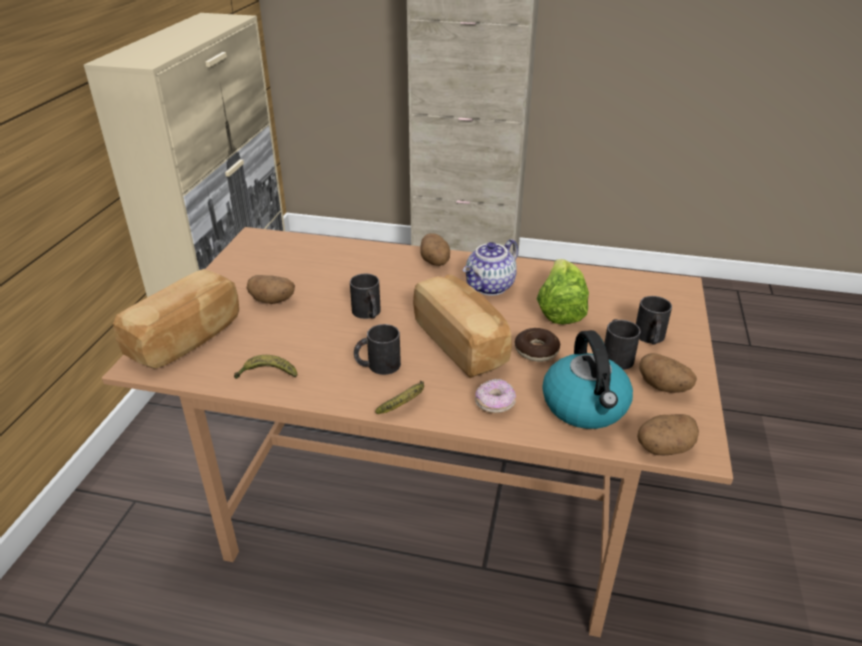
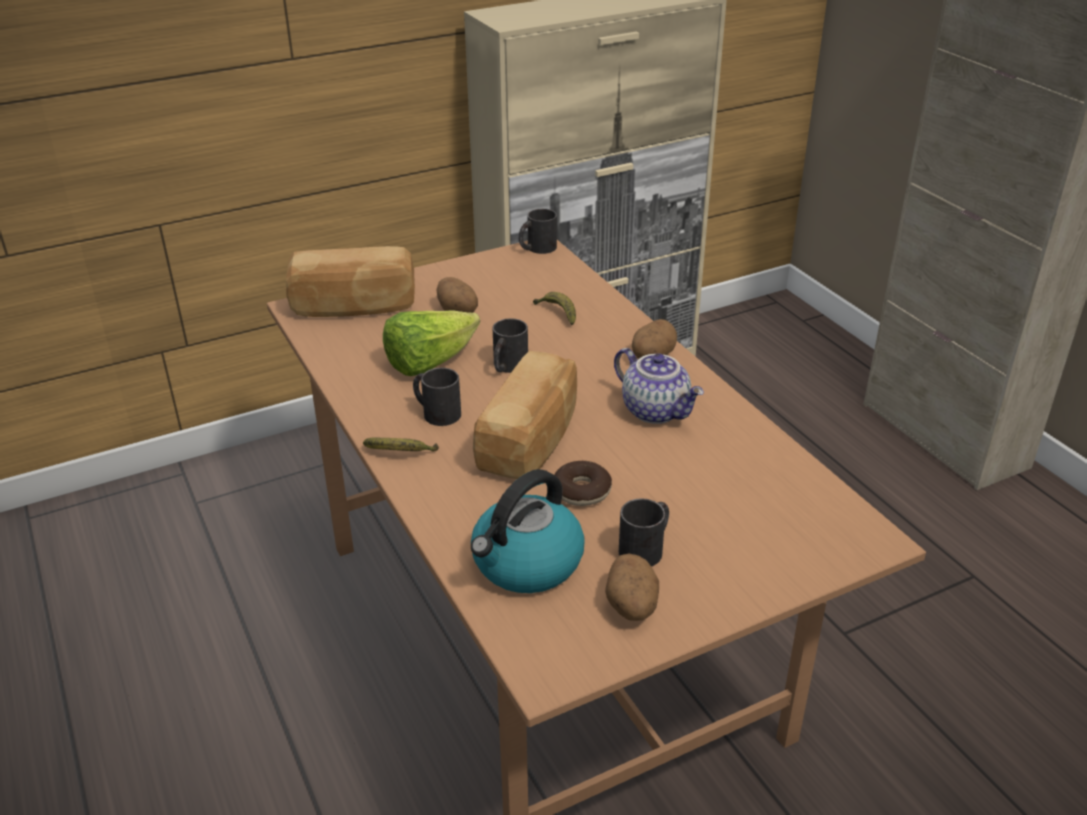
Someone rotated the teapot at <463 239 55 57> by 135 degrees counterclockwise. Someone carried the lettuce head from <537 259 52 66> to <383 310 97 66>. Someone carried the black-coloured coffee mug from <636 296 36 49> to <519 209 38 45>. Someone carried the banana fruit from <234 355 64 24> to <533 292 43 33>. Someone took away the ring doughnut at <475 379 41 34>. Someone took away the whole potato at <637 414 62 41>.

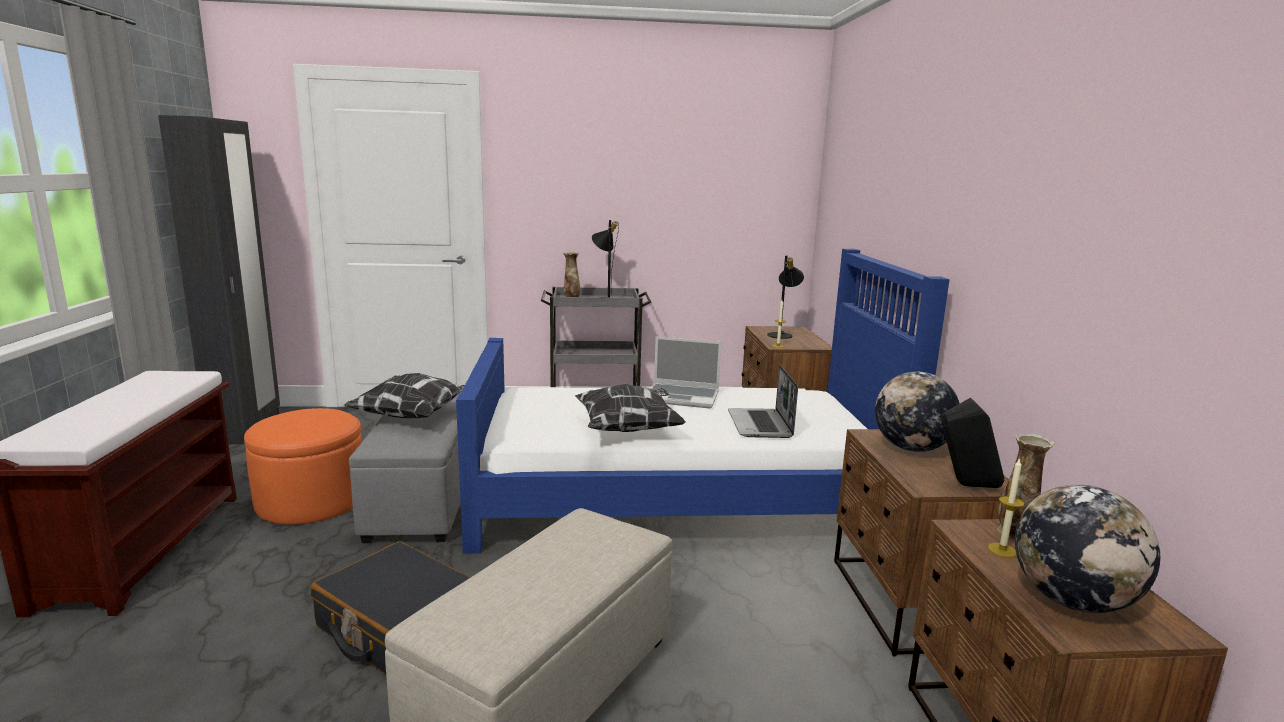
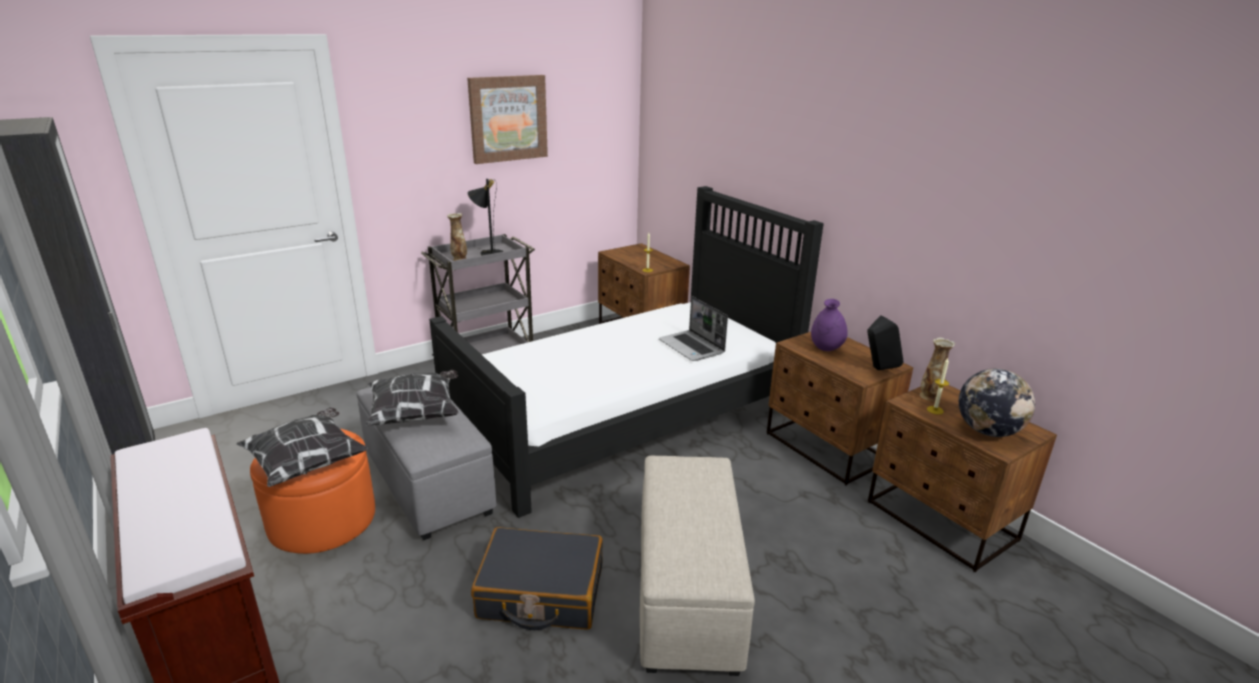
Someone repainted the blue bed at <456 249 494 305>, which became the black-coloured bed at <429 186 395 332>. Someone took away the black-coloured table lamp at <767 255 37 84>. Someone took away the laptop at <650 337 71 71>. Someone swapped the desk globe at <875 372 85 80> for the purplish decorative vase at <811 299 37 52>. Someone carried the pillow from <575 384 111 48> to <236 407 132 80>. Someone put up the picture at <467 75 81 89>.

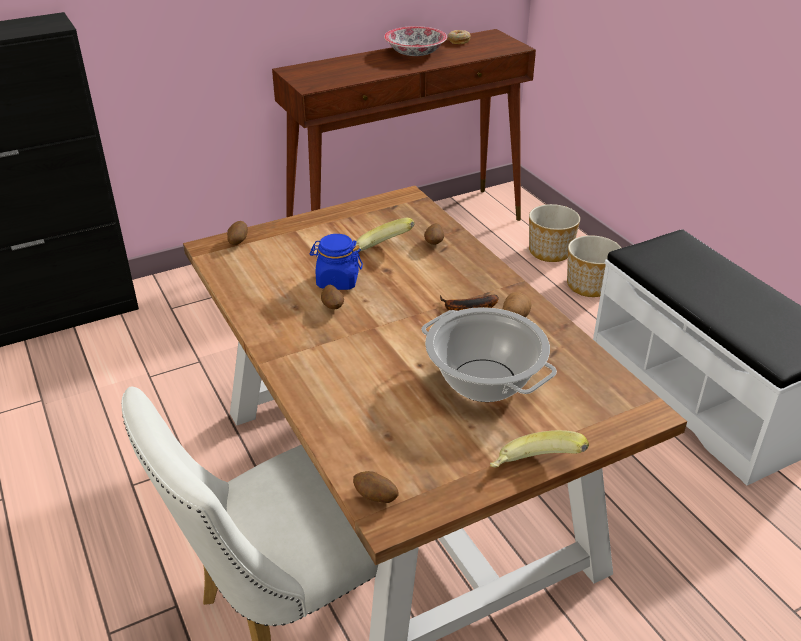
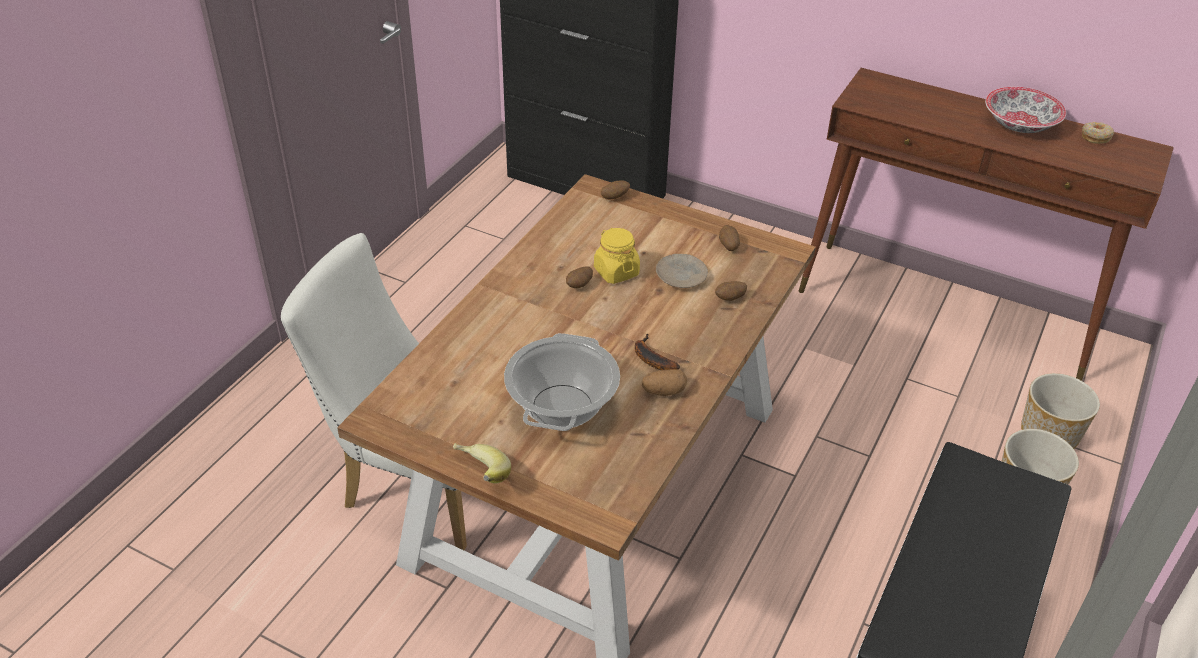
Someone swapped the banana fruit at <356 218 59 34> for the beige-coloured dinner plate at <656 254 52 34>. Someone repainted the blue jar at <310 234 53 56>, which became the yellowish jar at <594 228 46 56>. Someone carried the whole potato from <353 471 45 32> to <719 225 21 26>.

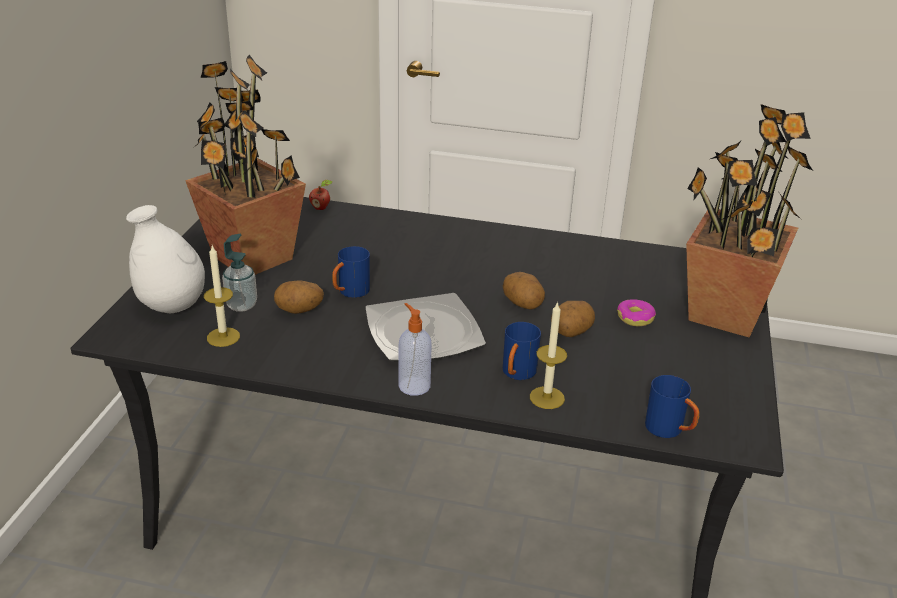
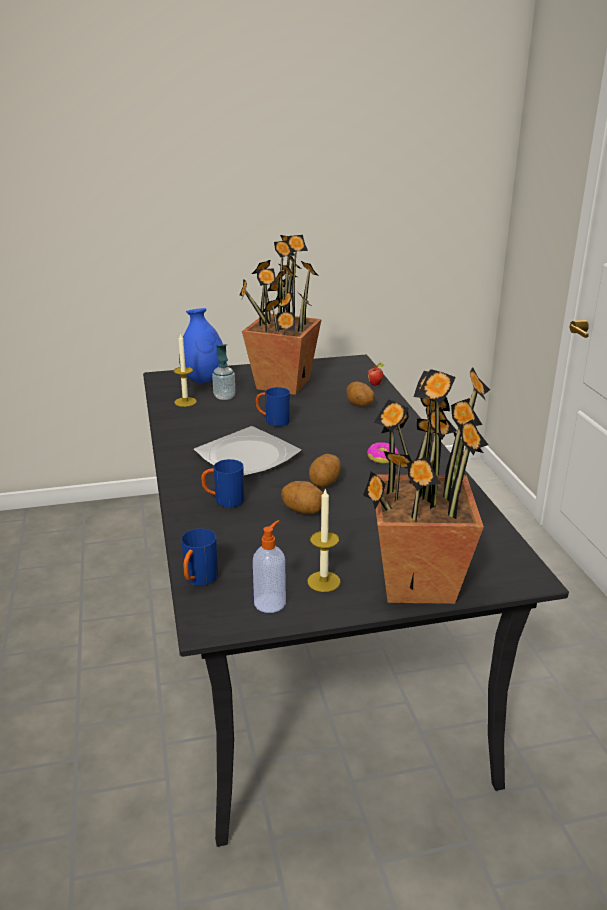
Someone repainted the white decorative vase at <126 205 79 108>, which became the blue decorative vase at <179 308 48 75>. Someone carried the whole potato from <274 280 50 34> to <346 382 29 25>. Someone carried the ring doughnut from <617 299 39 27> to <368 442 30 22>. Someone carried the wax candle from <530 301 37 108> to <308 488 32 104>. Someone carried the soap bottle from <399 303 33 93> to <253 520 33 93>.

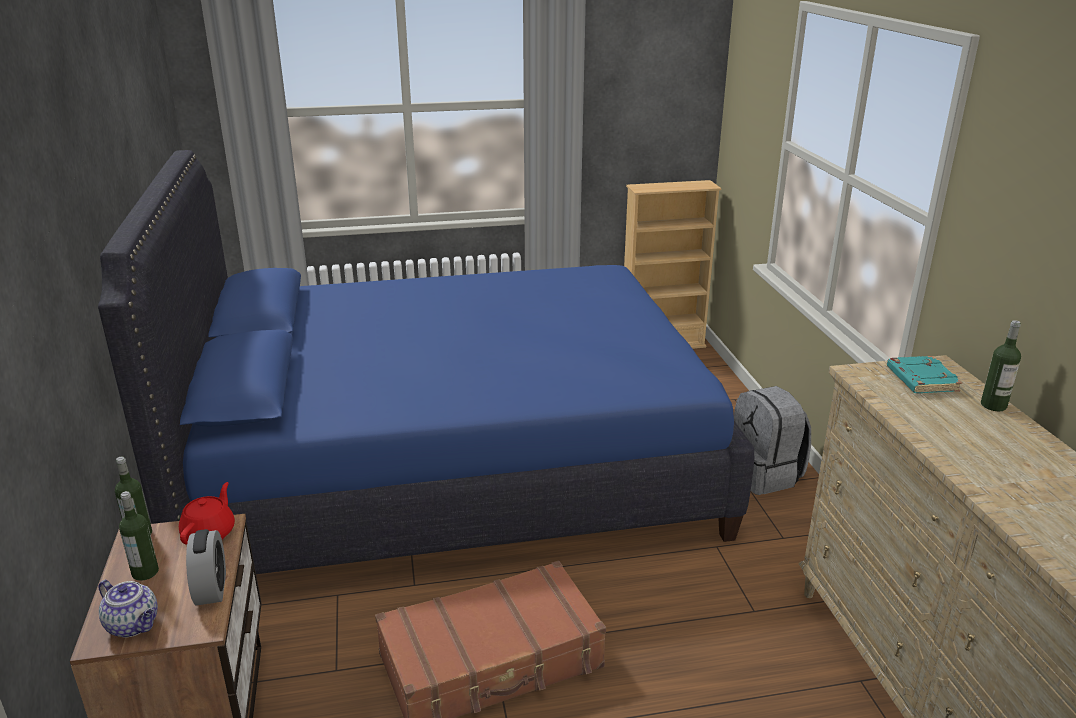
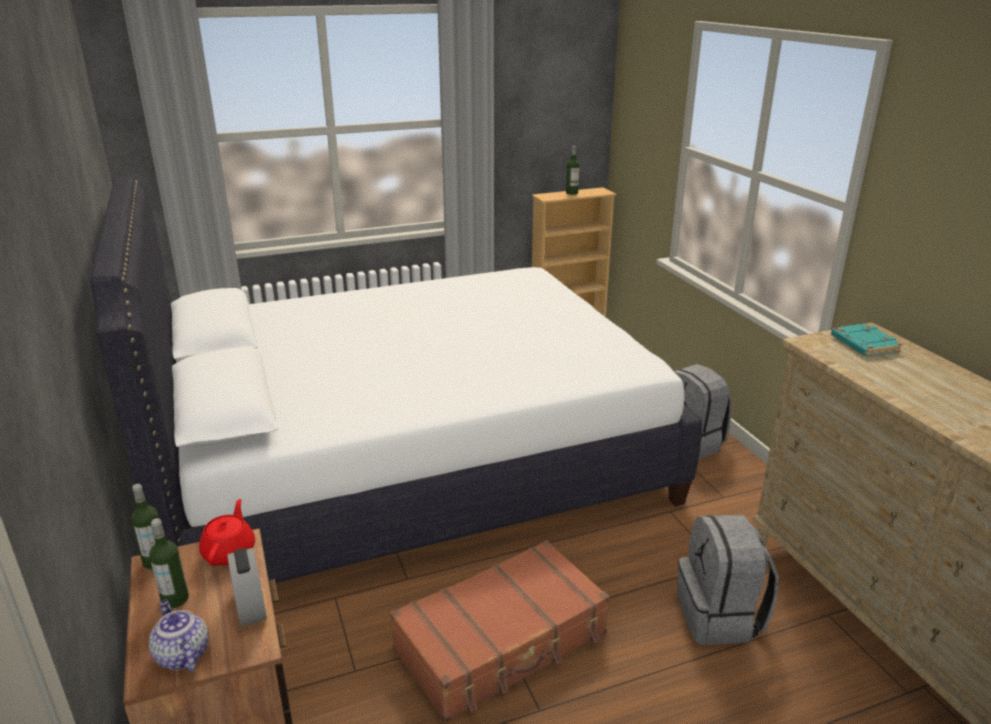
Someone repainted the blue bed at <98 150 656 424>, which became the white bed at <90 176 612 407>. Someone carried the bottle from <981 320 40 91> to <566 146 14 49>. Someone rotated the teapot at <99 580 59 58> by 150 degrees counterclockwise. Someone put down the grey rucksack at <677 515 102 130>.

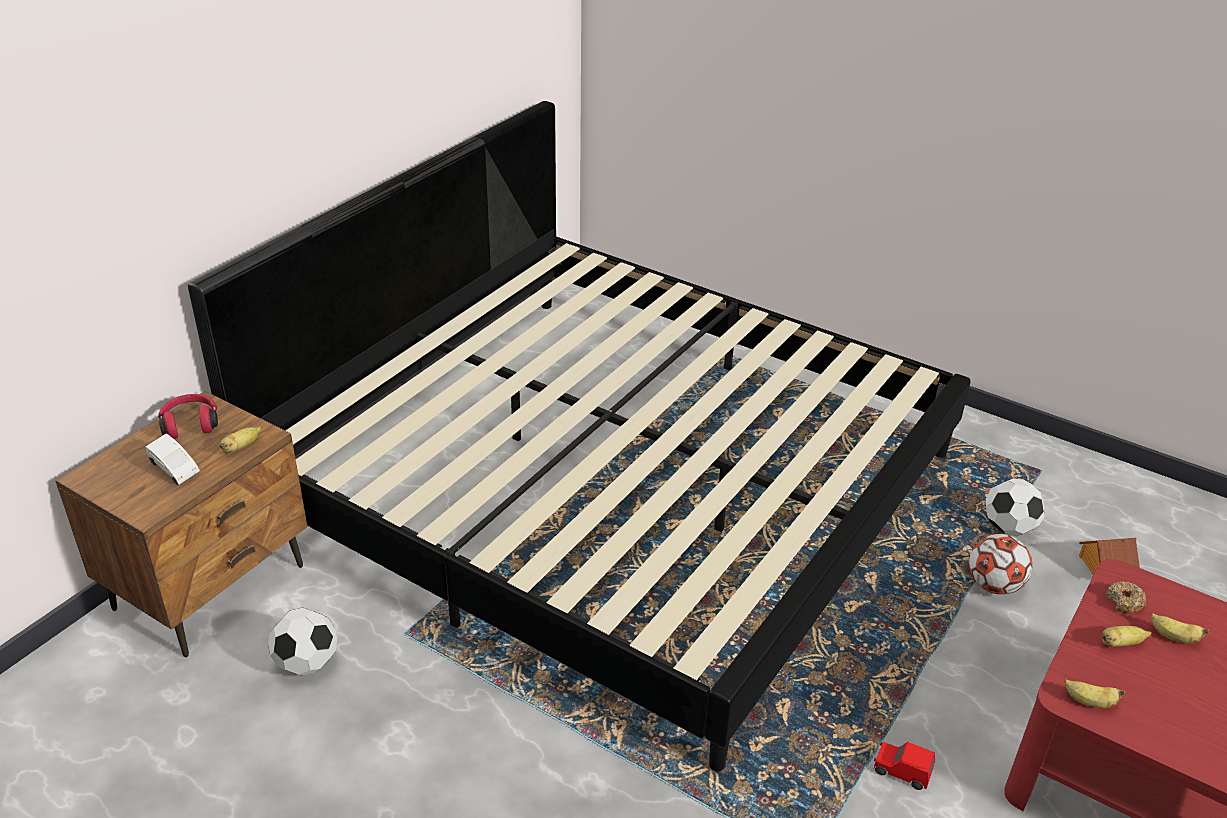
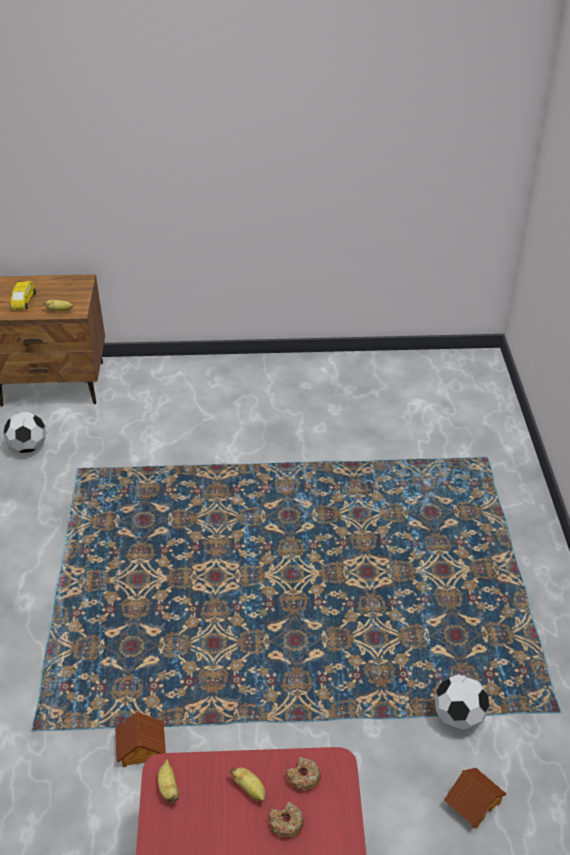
Someone took away the bed at <188 101 783 670>. Someone took away the reddish headset at <158 394 60 45>. Someone repainted the white miniature car at <145 433 55 52>, which became the yellowish miniature car at <10 281 26 29>. Someone took away the football at <969 534 64 61>. Someone swapped the banana fruit at <1151 613 58 31> for the ring doughnut at <269 802 35 36>. Someone swapped the reddish miniature car at <874 742 61 48> for the model house at <115 712 51 55>.

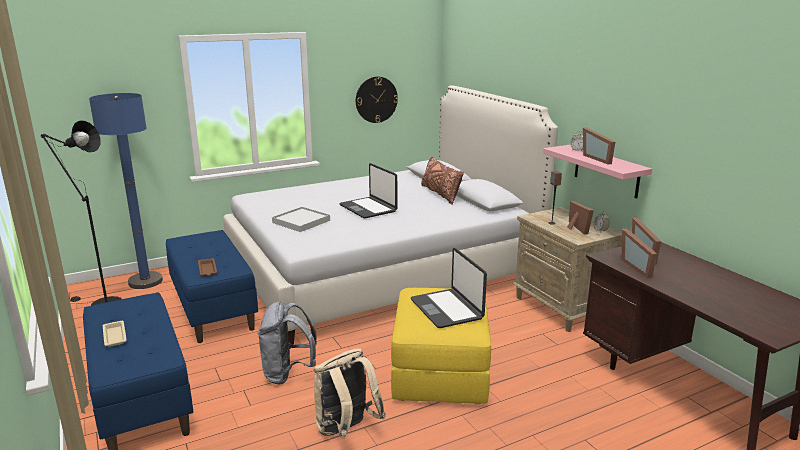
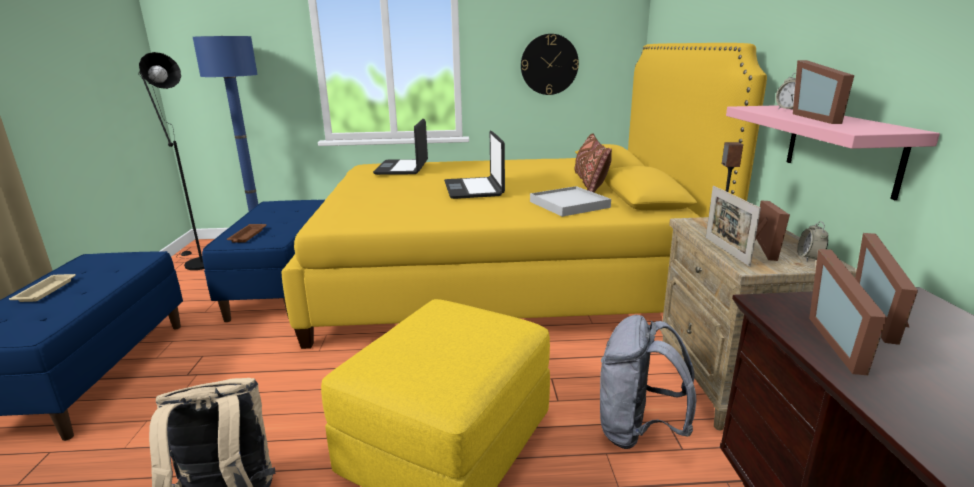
Someone repainted the white bed at <223 85 335 260>, which became the yellowish bed at <282 43 485 306>. Someone carried the white carrying tray from <272 207 58 25> to <530 186 81 31>. Someone carried the laptop from <411 248 76 80> to <373 119 55 56>. Someone carried the grey rucksack from <257 301 60 84> to <600 315 97 134>. Someone put down the standing frame at <706 186 55 81>.

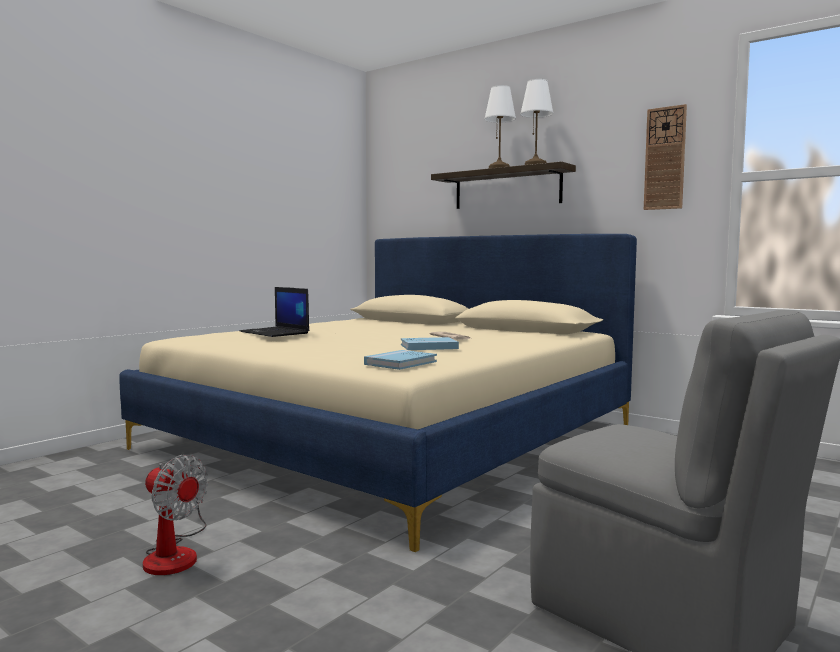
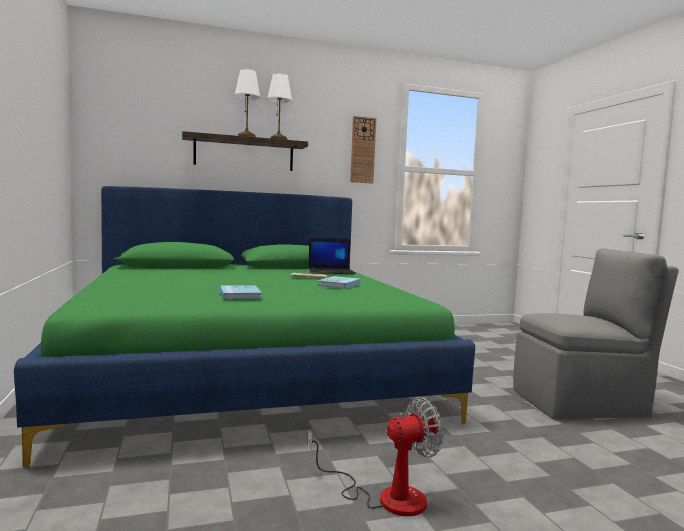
Someone repainted the beige-coloured bed at <119 234 518 318>, which became the greenish bed at <14 186 461 281>. Someone carried the laptop from <240 287 69 50> to <308 238 48 36>. Someone carried the blue volume from <364 350 73 20> to <220 285 42 15>.

